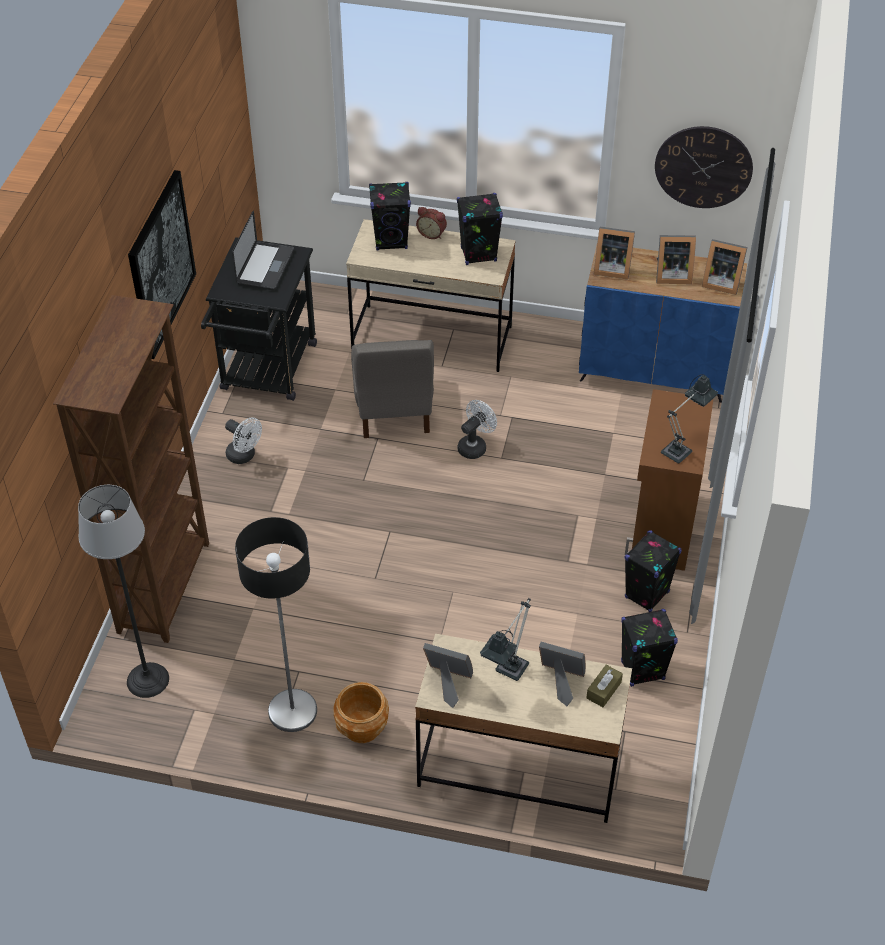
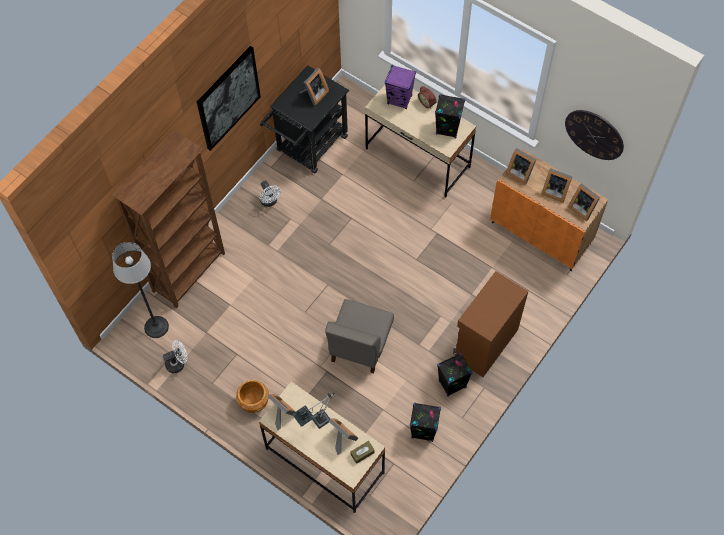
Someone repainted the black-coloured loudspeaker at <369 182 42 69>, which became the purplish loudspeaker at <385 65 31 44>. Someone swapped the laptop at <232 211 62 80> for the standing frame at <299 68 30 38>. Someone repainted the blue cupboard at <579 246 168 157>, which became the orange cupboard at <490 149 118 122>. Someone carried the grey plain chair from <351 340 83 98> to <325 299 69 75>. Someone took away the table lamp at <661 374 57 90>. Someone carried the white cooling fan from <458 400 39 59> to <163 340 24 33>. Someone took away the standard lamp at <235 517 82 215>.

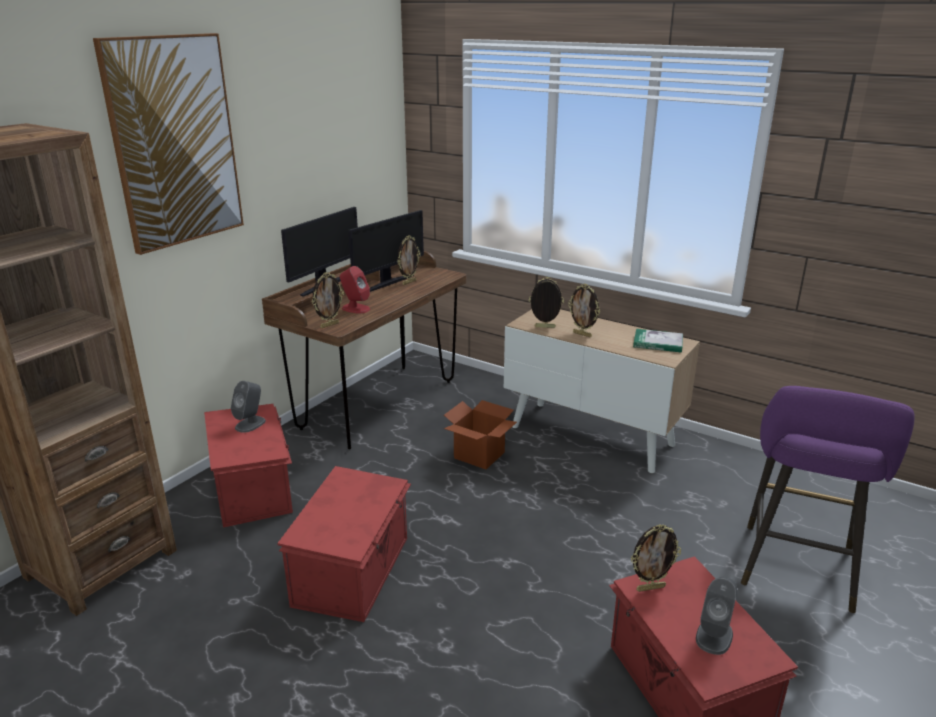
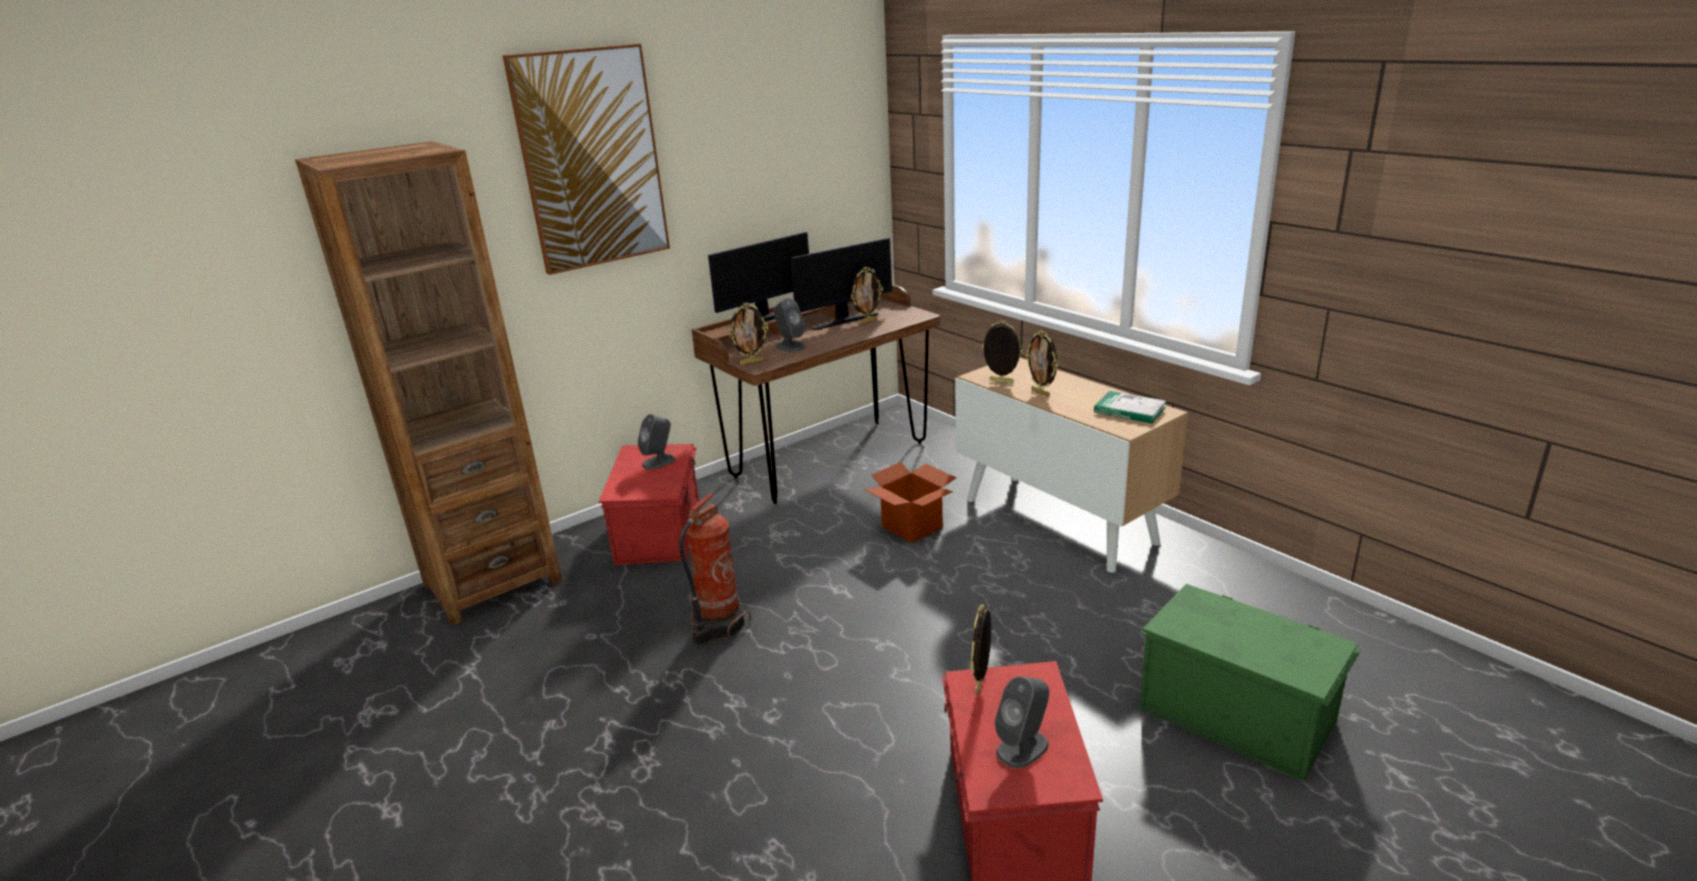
Someone repainted the reddish loudspeaker at <340 266 30 48>, which became the grey loudspeaker at <773 298 33 54>. Someone swapped the purplish sitting stool at <741 386 174 227> for the greenish storage container at <1139 584 223 198>. Someone swapped the reddish storage container at <277 466 134 156> for the fire extinguisher at <679 493 72 151>. Someone rotated the standing frame at <631 524 50 68> by 105 degrees clockwise.

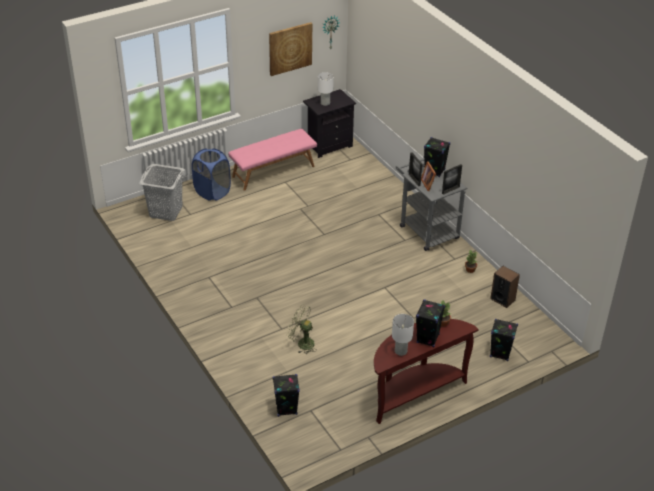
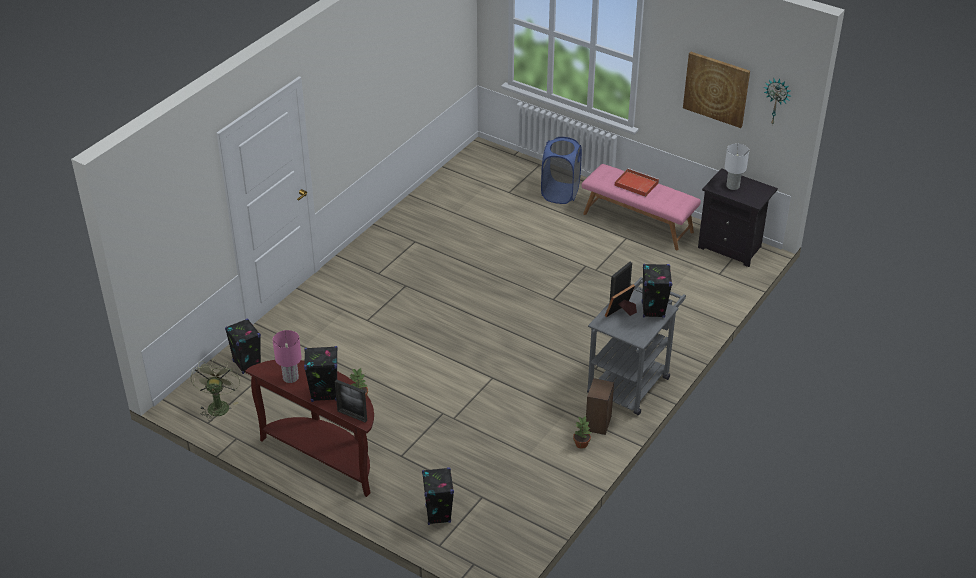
Someone took away the grey hamper at <139 164 46 57>. Someone carried the standing frame from <442 164 20 31> to <335 379 32 44>. Someone carried the loudspeaker from <490 266 30 42> to <586 378 28 57>. Someone carried the greenish cooling fan from <287 304 30 50> to <191 359 49 62>. Someone repainted the white table lamp at <392 314 22 42>, which became the pink table lamp at <273 330 29 53>. Someone put down the reddish carrying tray at <615 168 44 29>.

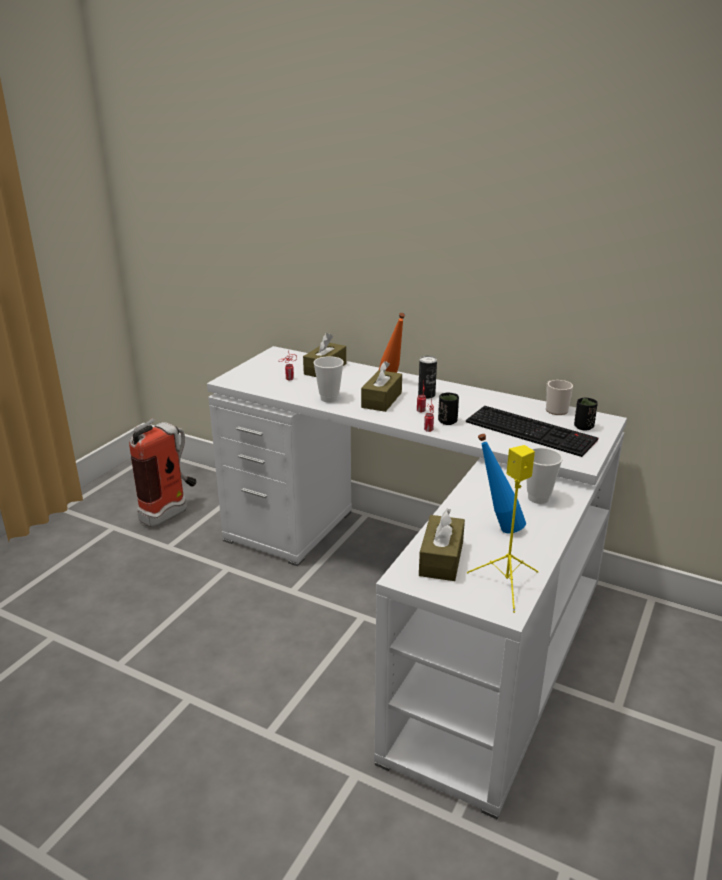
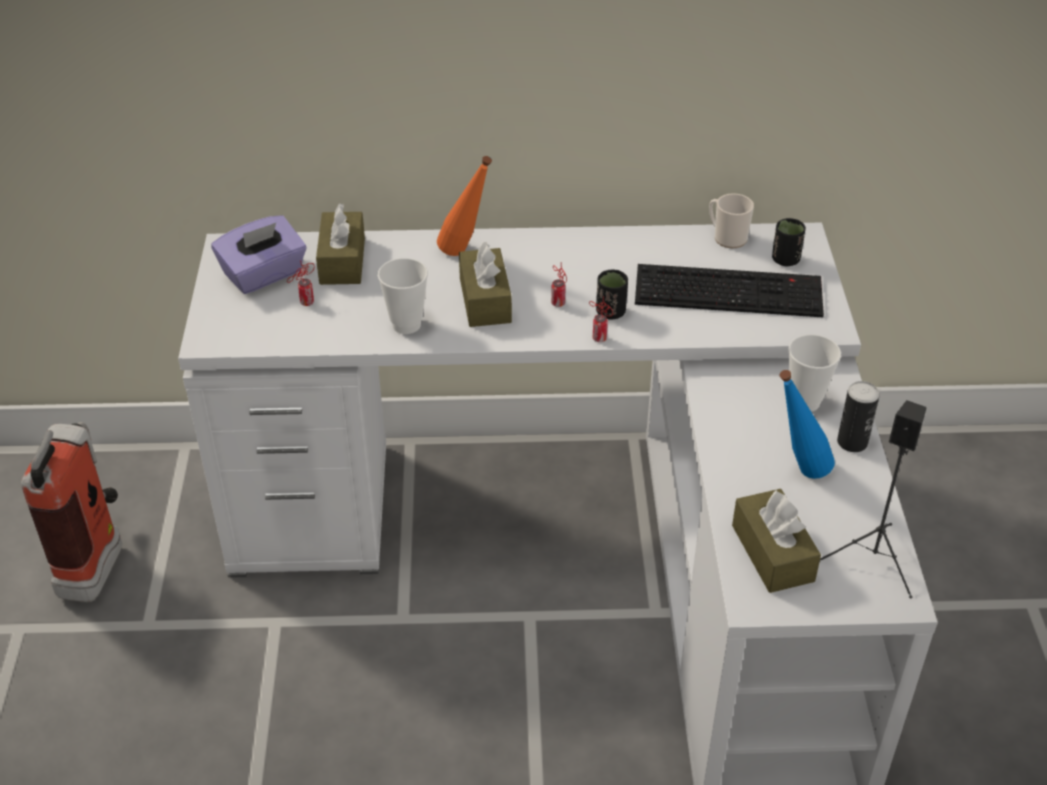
Someone carried the sealed can from <418 356 19 43> to <837 381 43 71>. Someone repainted the yellowish loudspeaker at <467 445 72 168>, which became the black-coloured loudspeaker at <820 400 106 198>. Someone put down the purplish box of tissues at <211 215 95 79>.

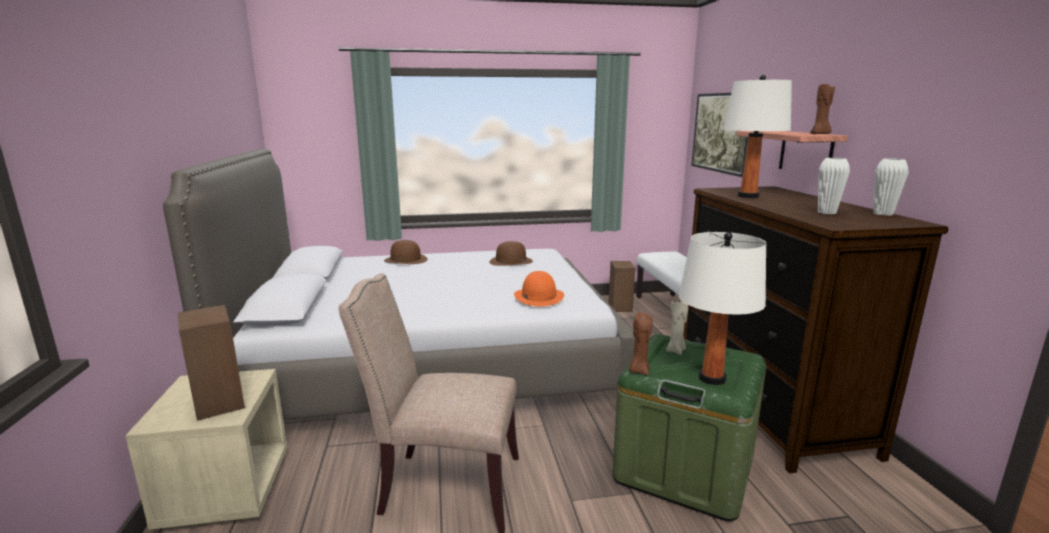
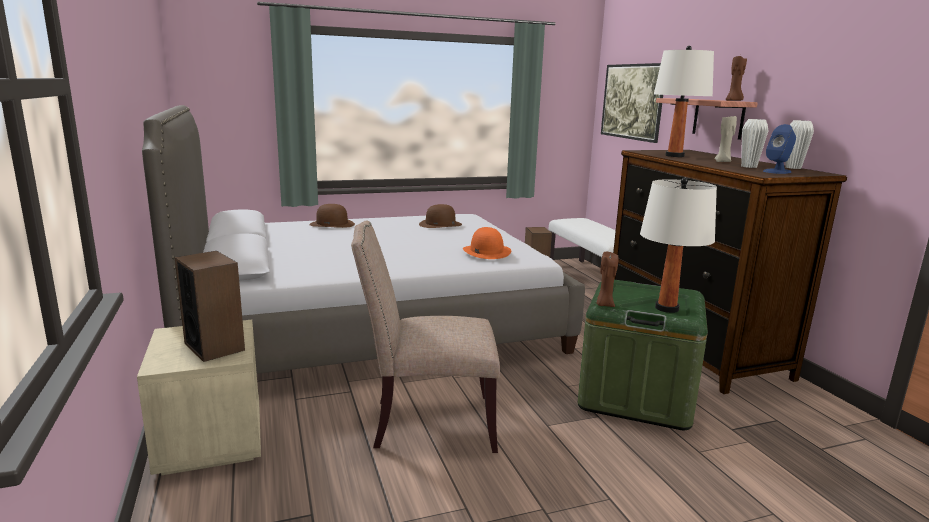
Someone carried the beige-coloured wax candle from <666 301 22 54> to <714 116 23 46>. Someone put down the blue loudspeaker at <763 124 33 50>.

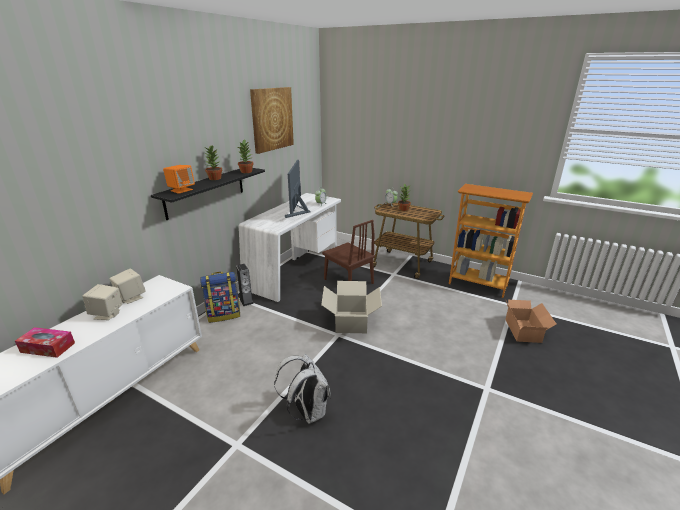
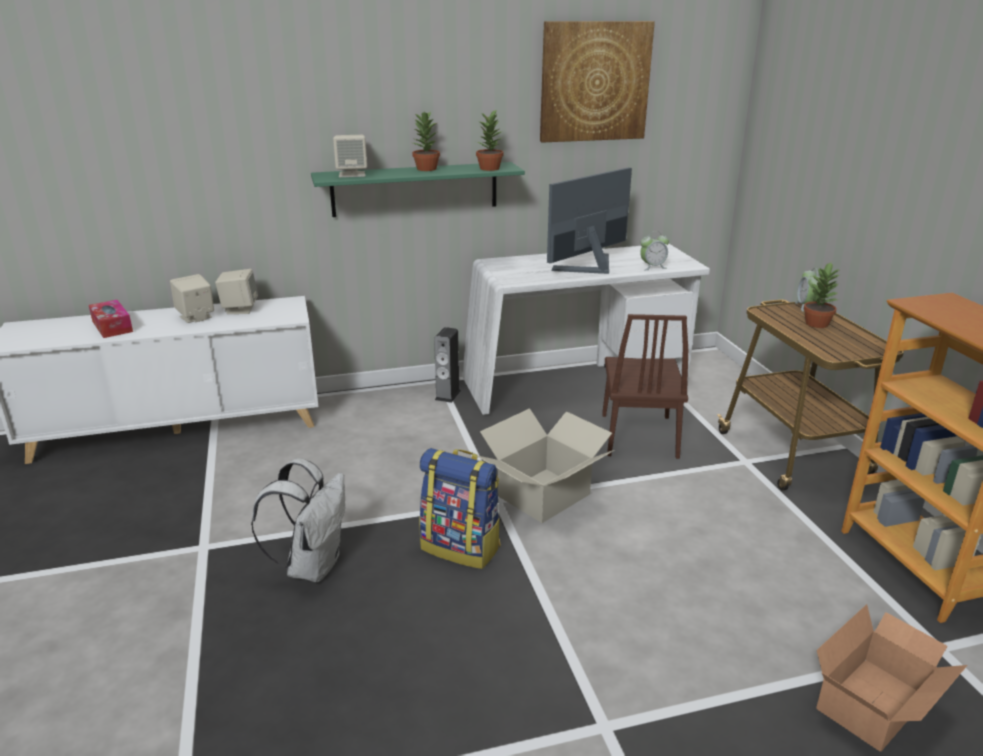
Someone repainted the orange loudspeaker at <163 165 32 29>, which became the beige-coloured loudspeaker at <333 135 34 42>. Someone repainted the black-coloured bracket shelf at <151 168 114 52>, which became the greenish bracket shelf at <311 162 214 55>. Someone carried the rucksack from <200 272 40 51> to <419 448 82 121>.

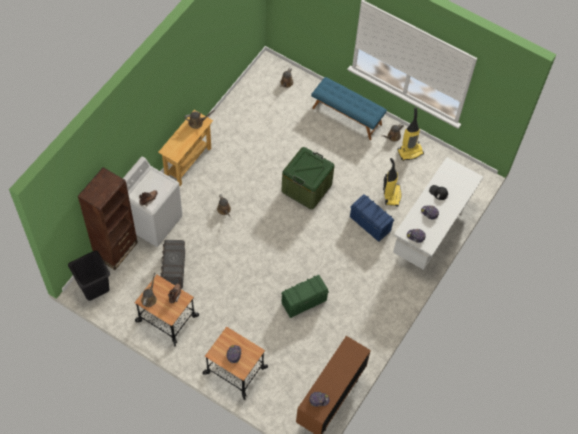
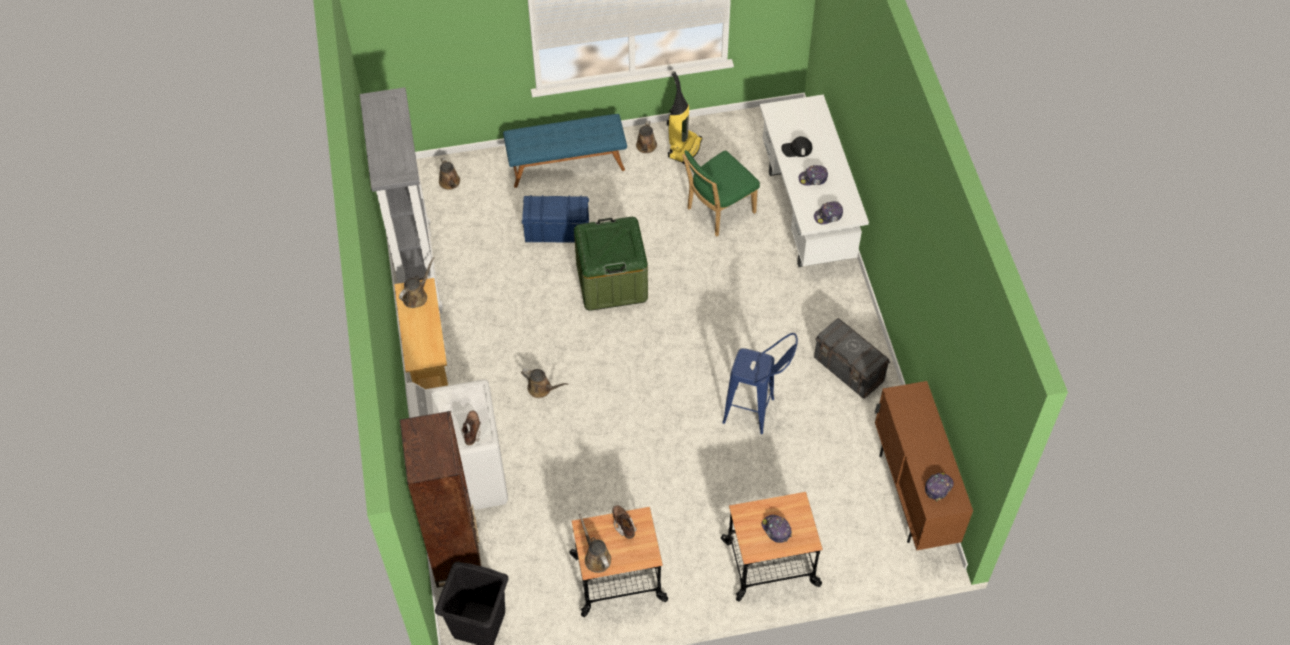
Someone swapped the vacuum cleaner at <383 158 19 49> for the greenish plain chair at <682 150 78 87>. Someone carried the blue storage container from <350 194 45 48> to <522 195 67 48>. Someone carried the grey storage container from <161 240 24 49> to <814 318 77 81>. Someone swapped the greenish storage container at <281 275 48 43> for the blue sitting stool at <722 333 76 101>. Someone put down the grey bookcase at <360 87 83 226>.

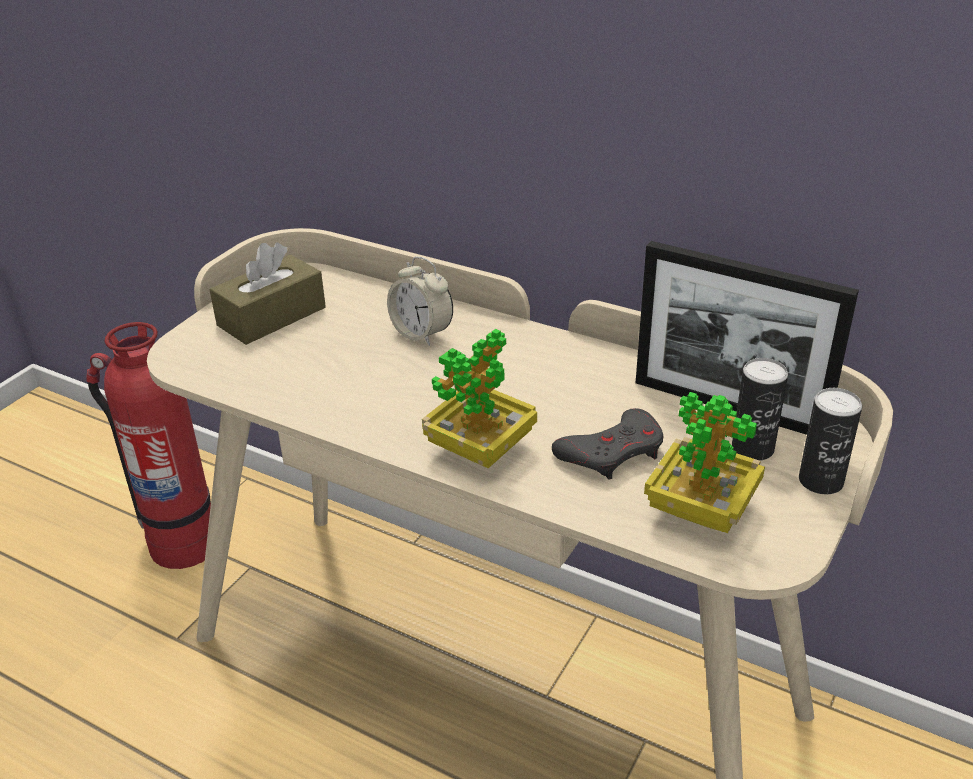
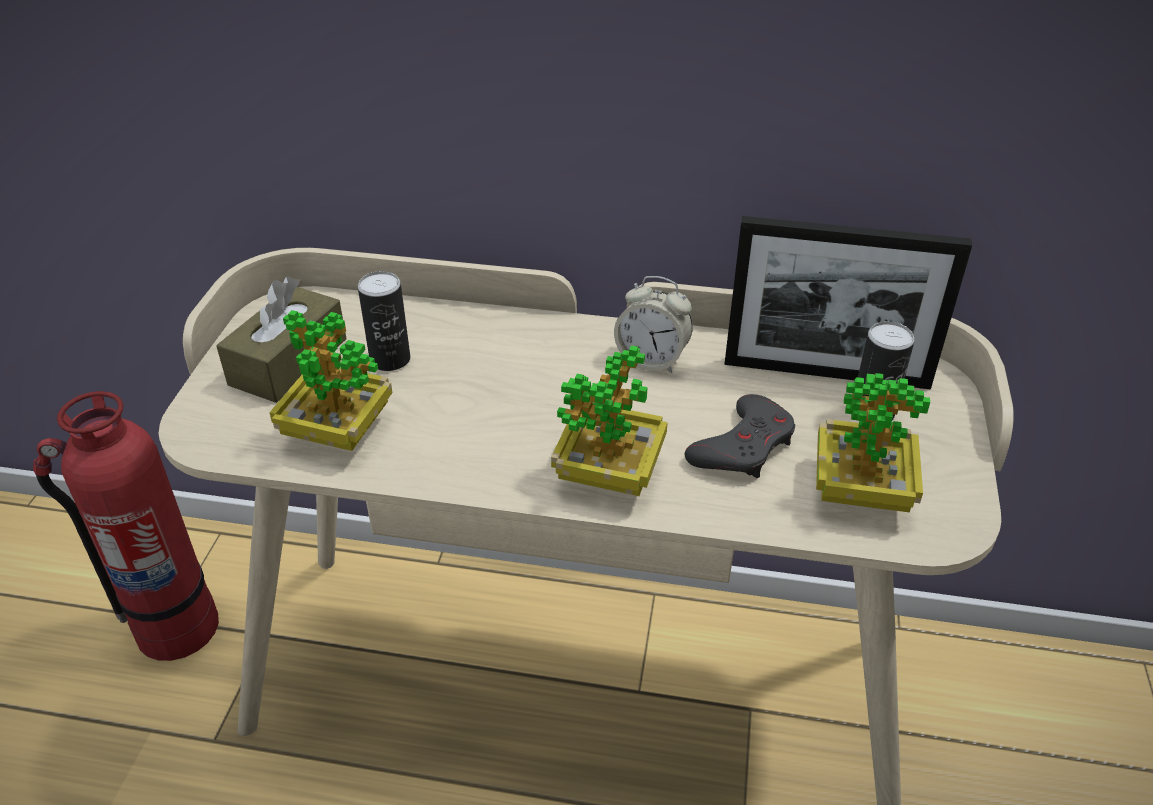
Someone carried the alarm clock from <387 257 66 89> to <614 276 79 97>. Someone carried the sealed can from <799 388 63 106> to <358 271 52 100>. Someone put down the potted plant at <269 310 123 141>.

